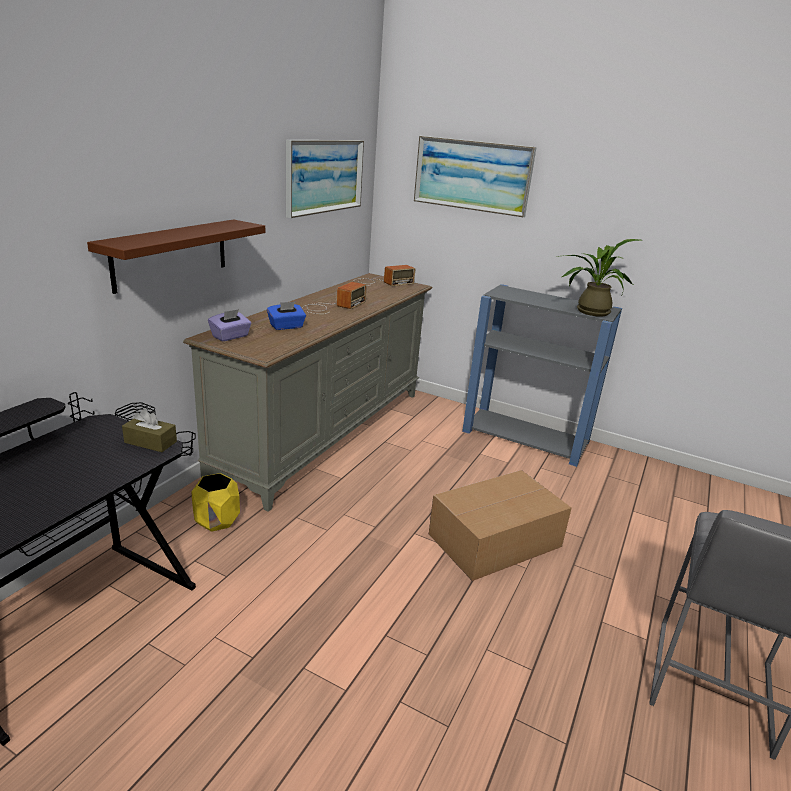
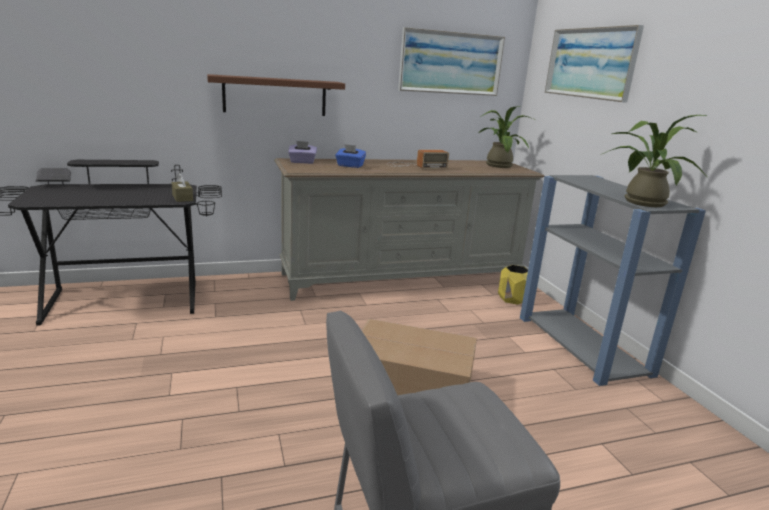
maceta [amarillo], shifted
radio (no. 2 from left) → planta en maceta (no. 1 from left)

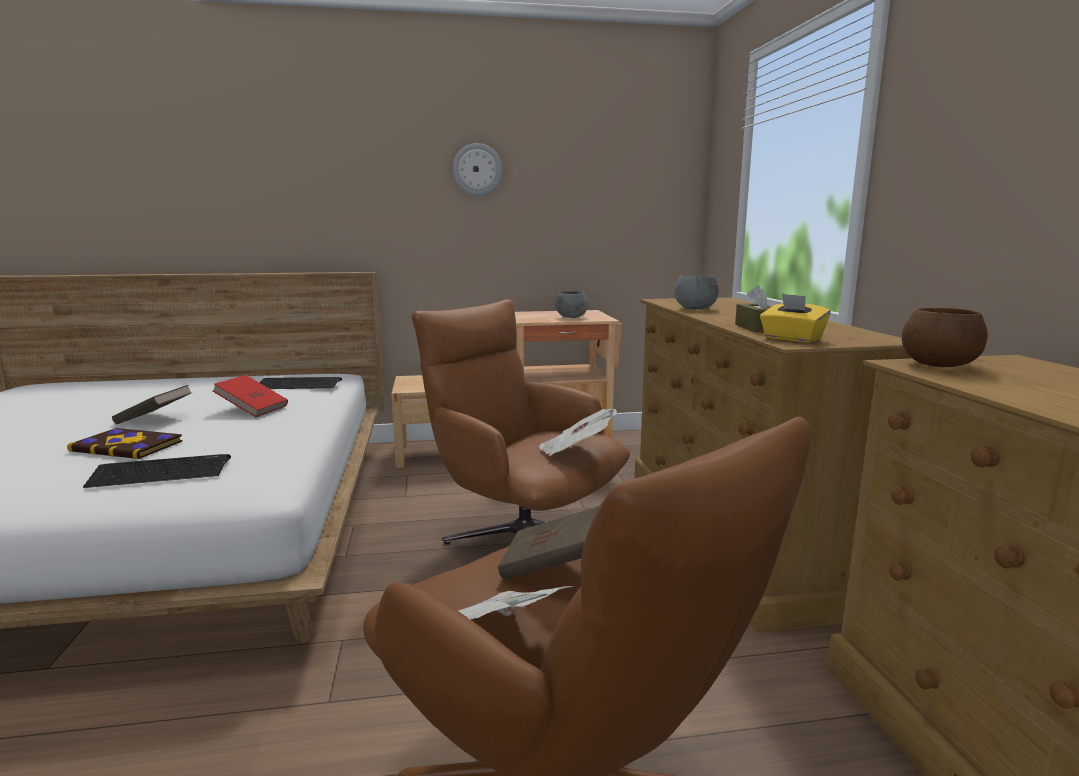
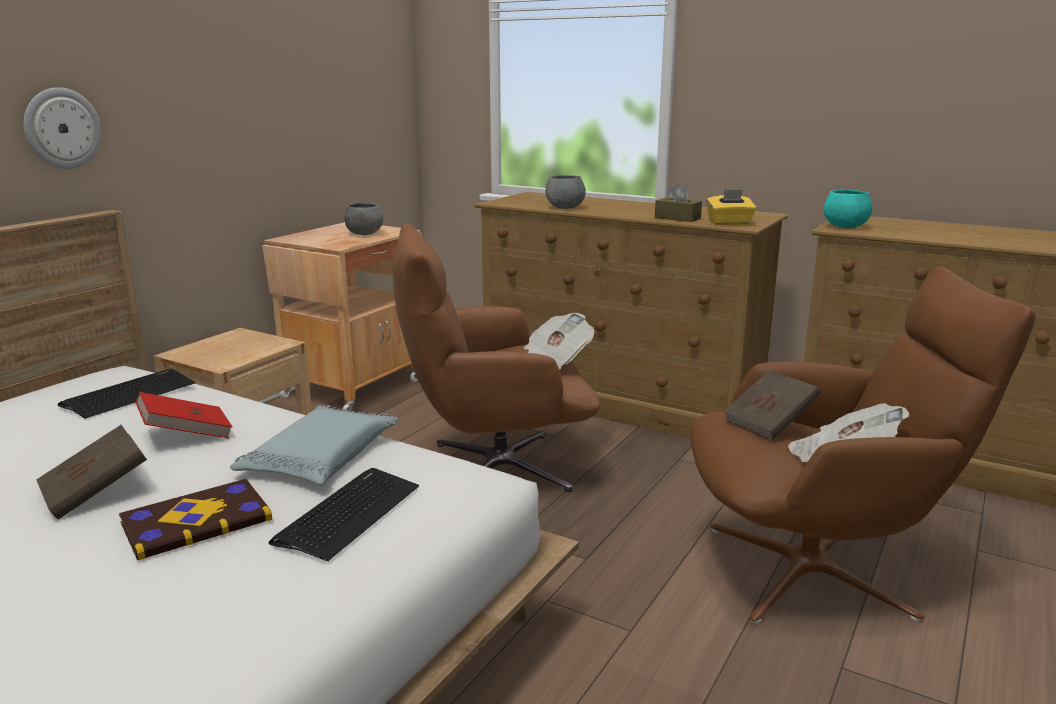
reloj de pared, shifted
cuenco [marrón] → cuenco [turquesa]
- → cojín [azul]

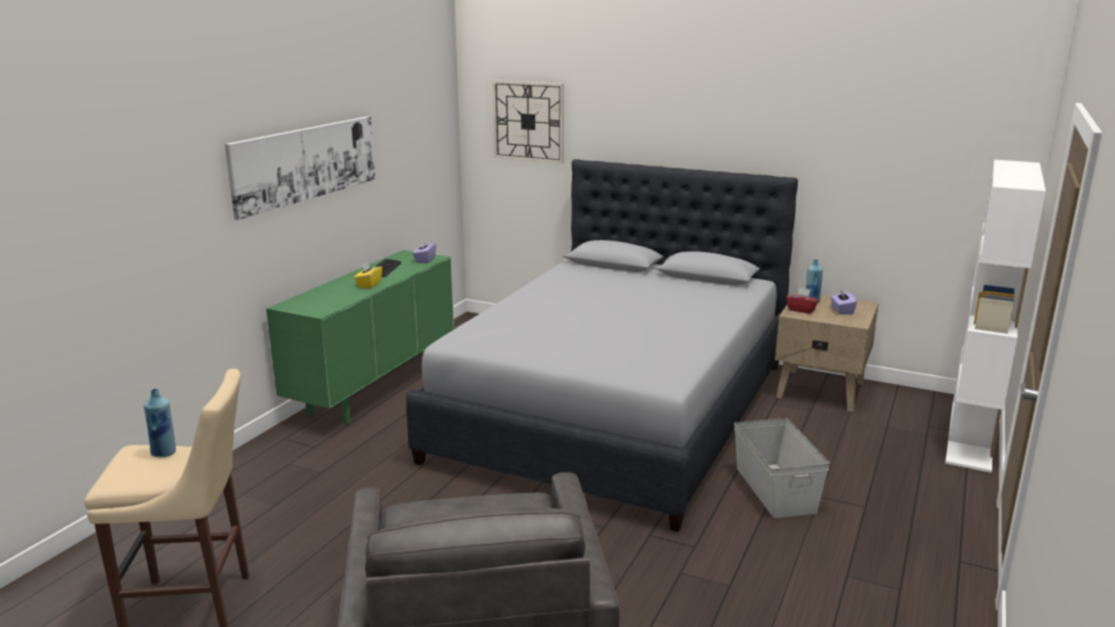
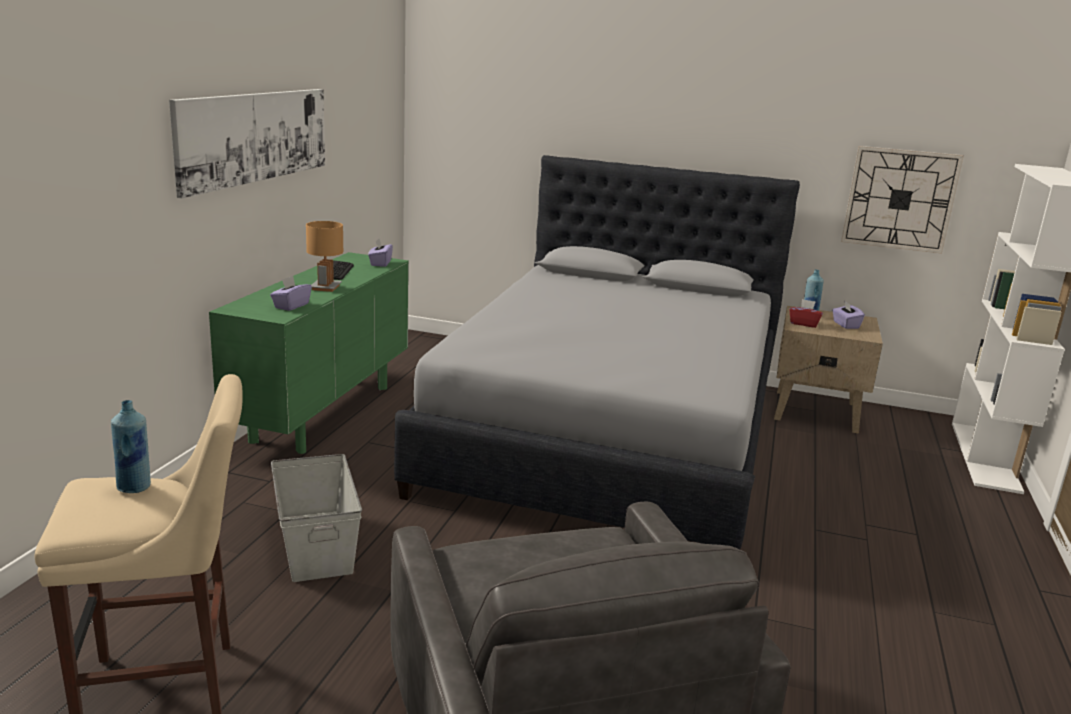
caja de pañuelos [amarillo] → lámpara de mesa [marrón]
reloj de pared, shifted
caja de almacenaje [gris], shifted
- → caja de pañuelos [morado] (no. 1 from left)

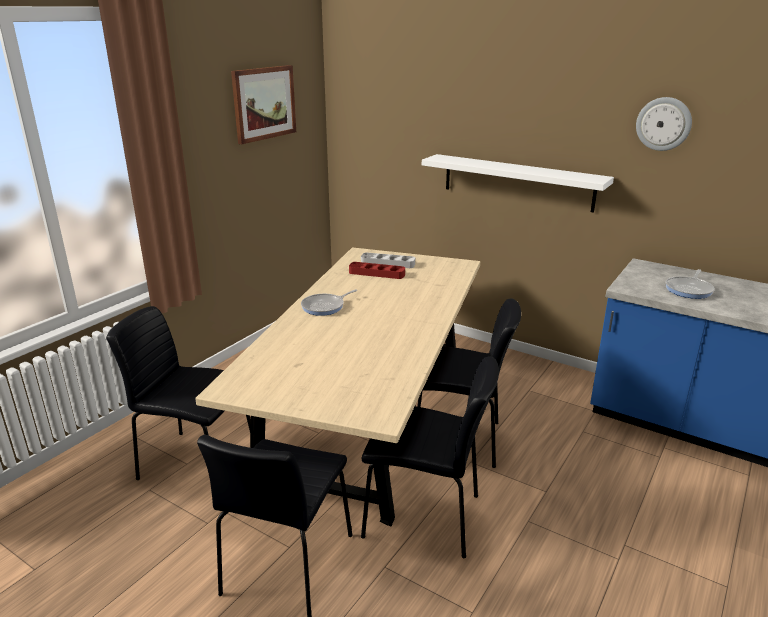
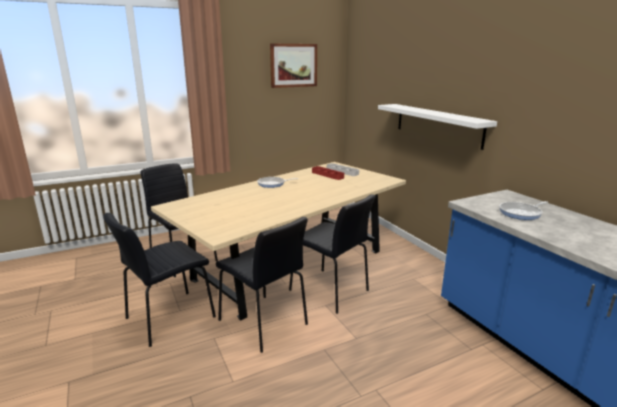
reloj de pared → -

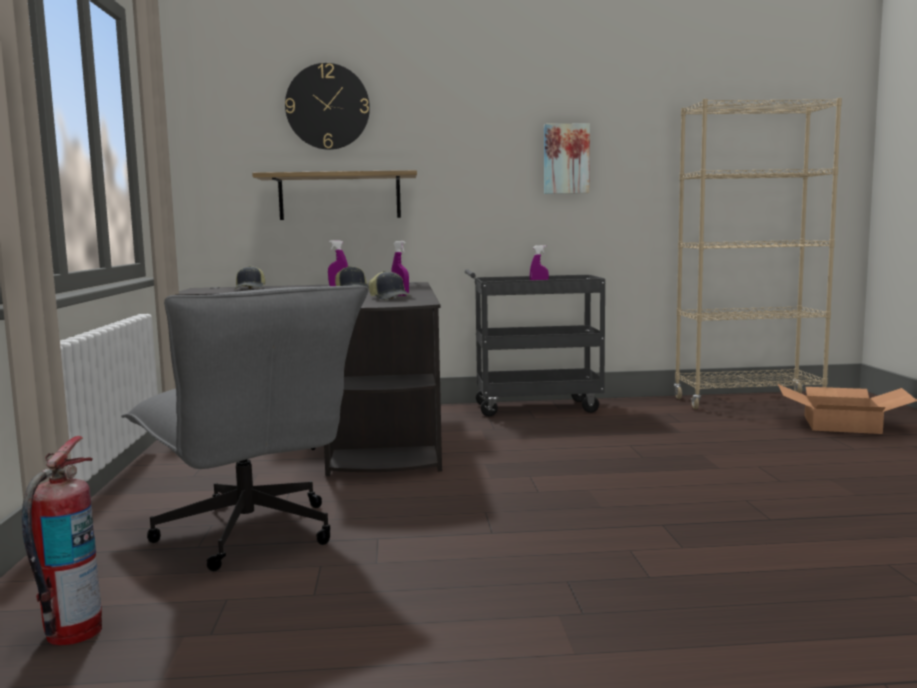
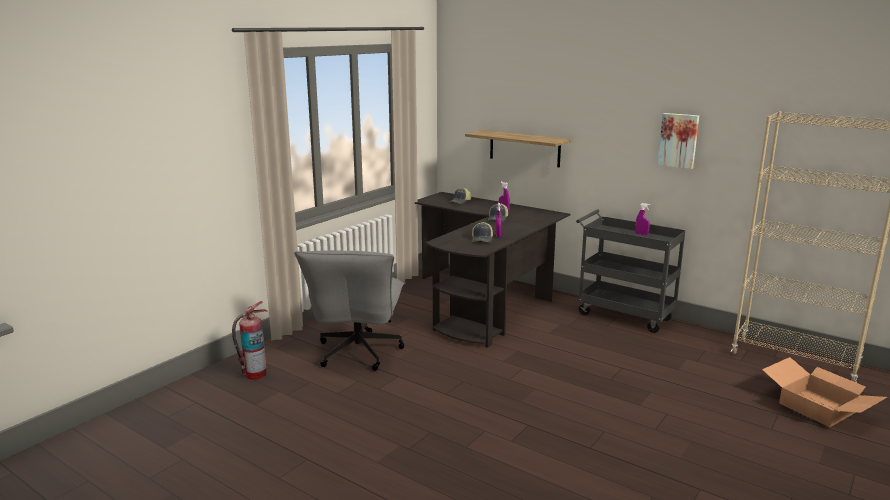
reloj de pared → -

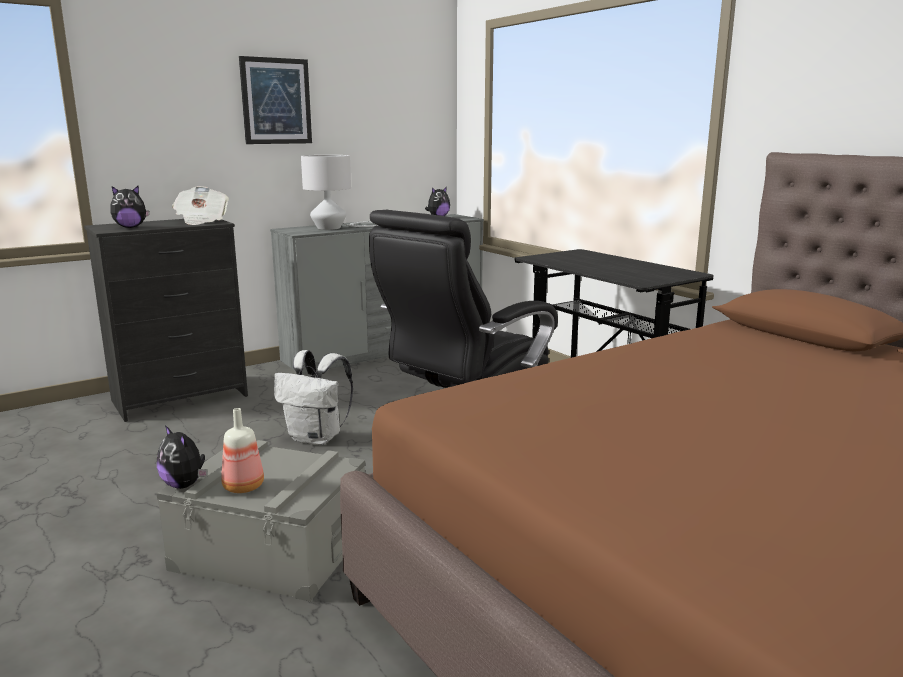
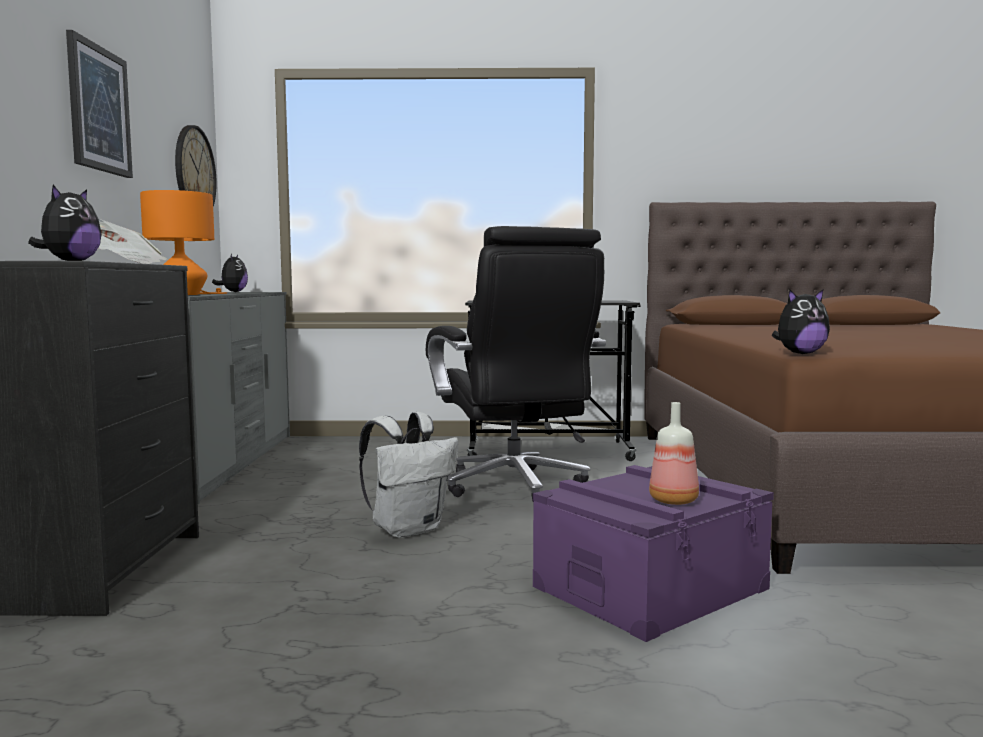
peluche (no. 2 from left in the first image) → peluche (no. 3 from left), shifted
caja de almacenaje [gris] → caja de almacenaje [morado]
lámpara de mesa [blanco] → lámpara de mesa [naranja]
- → reloj de pared

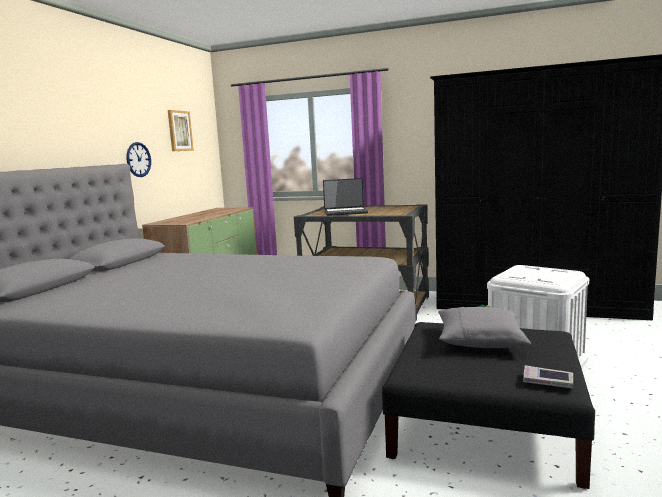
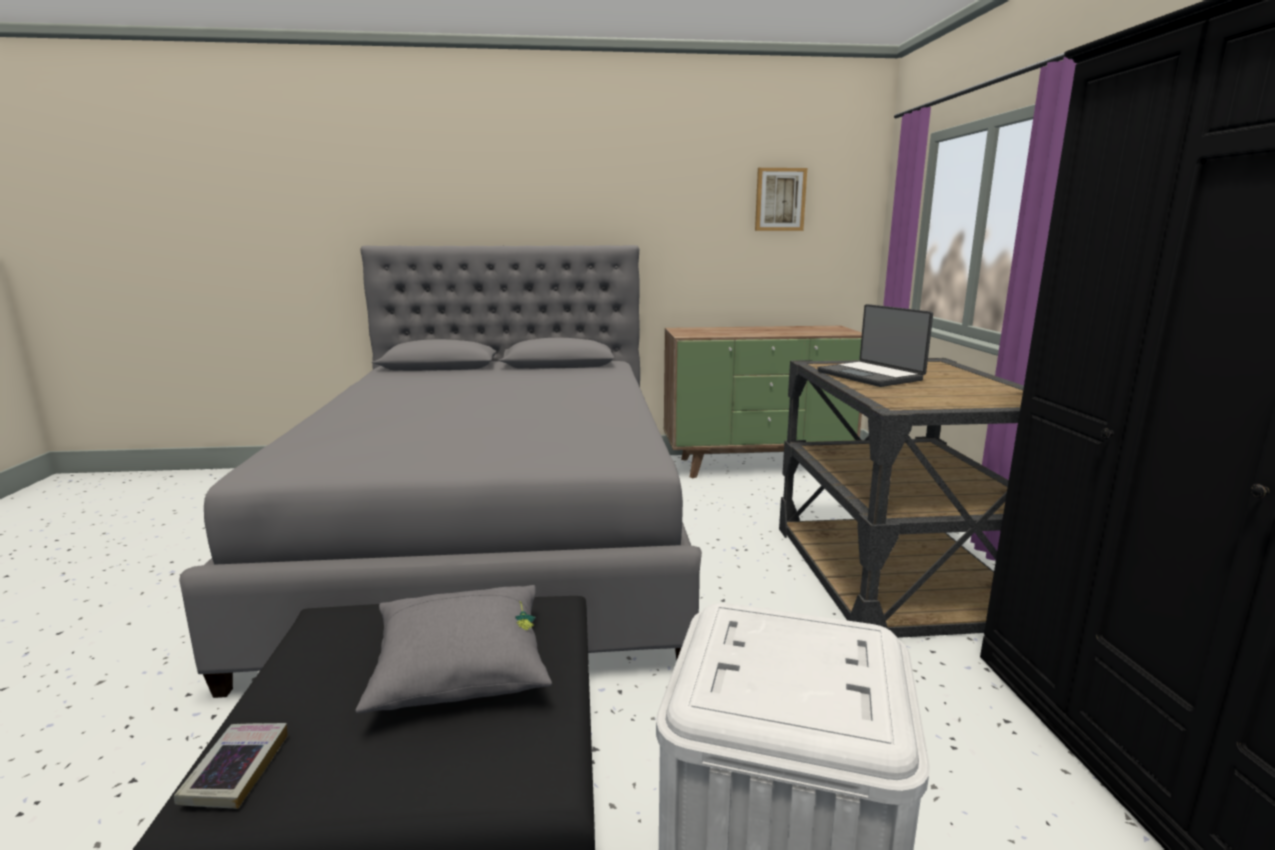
reloj de pared → -

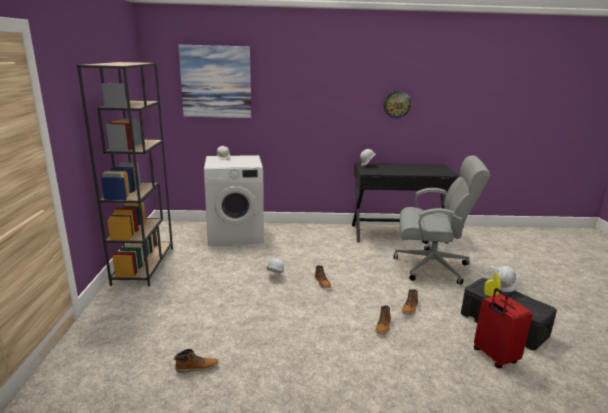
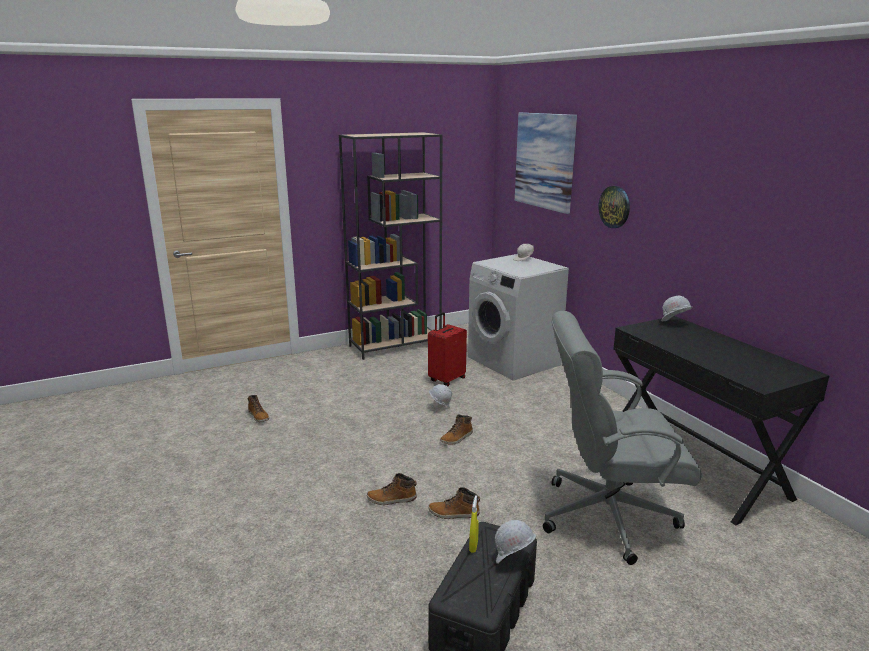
reloj de pared, shifted
silla de oficina [gris], 105 degrees clockwise
maleta [rojo], shifted

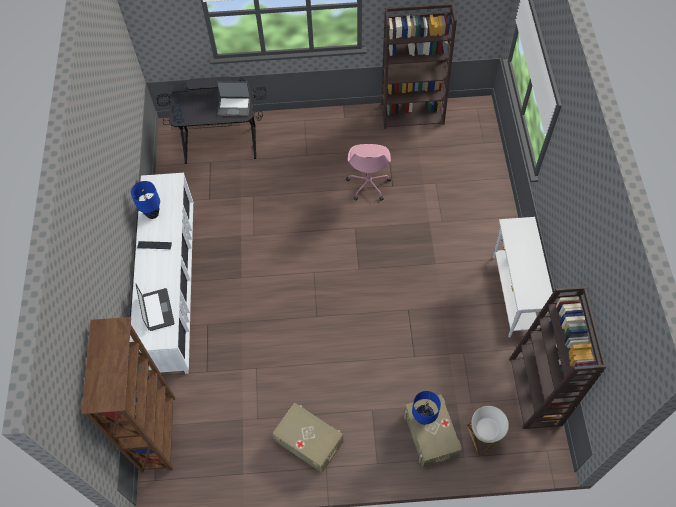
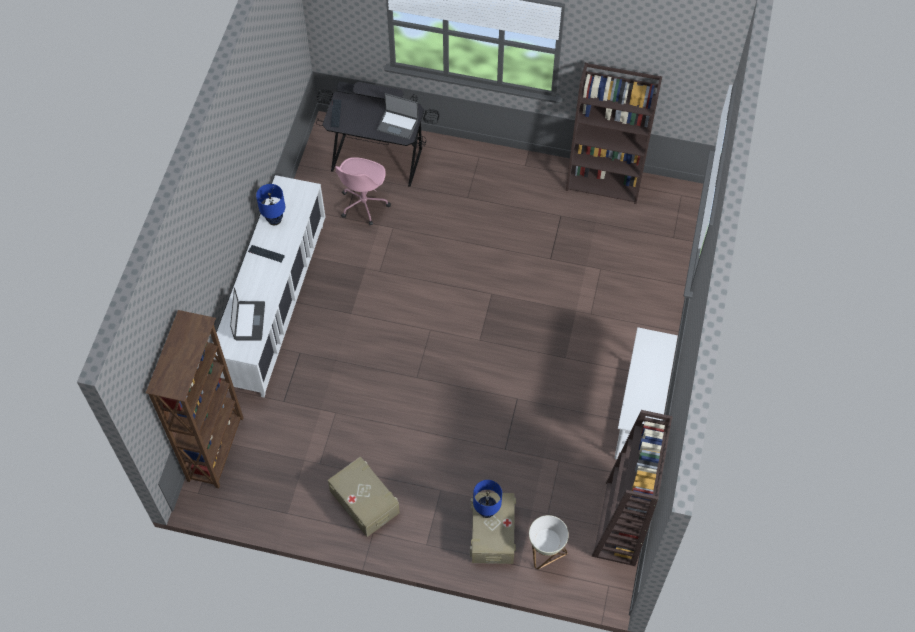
silla de oficina [rosa], shifted

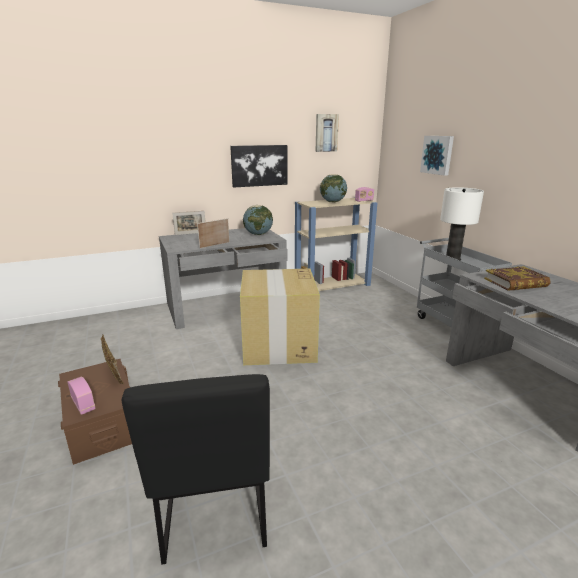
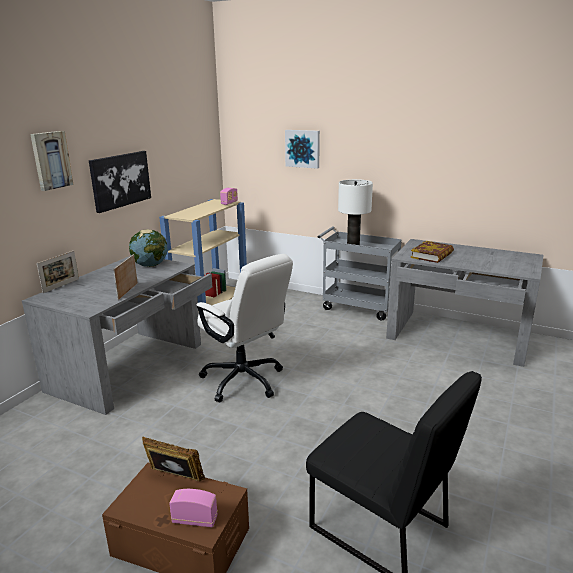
caja de cartón → silla de oficina [blanco]
cuadro (no. 2 from left in the first image) → cuadro (no. 1 from left), shifted
globo terráqueo (no. 2 from left) → -

